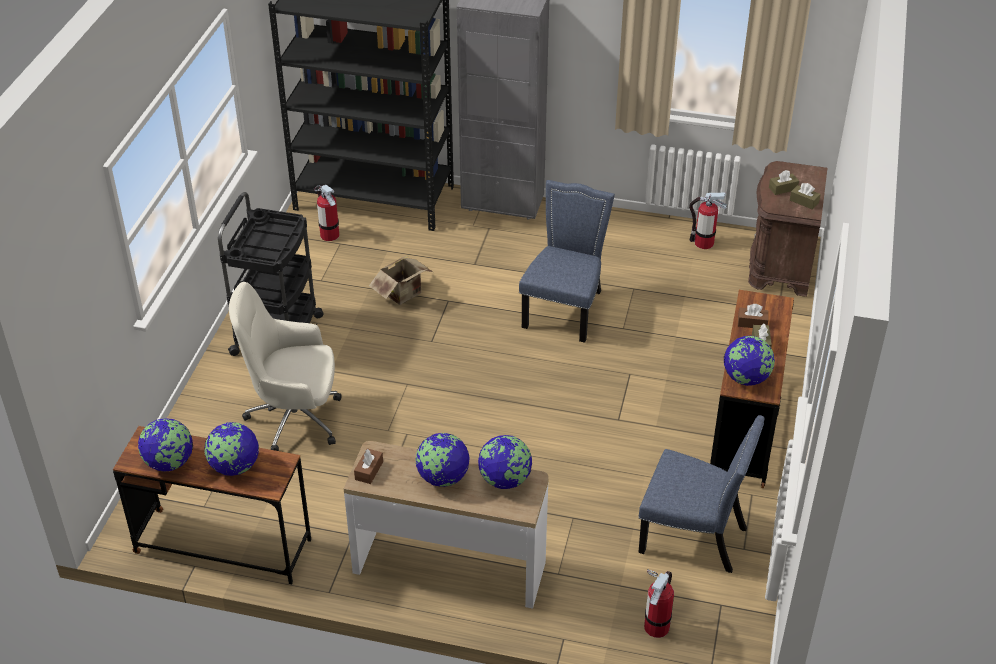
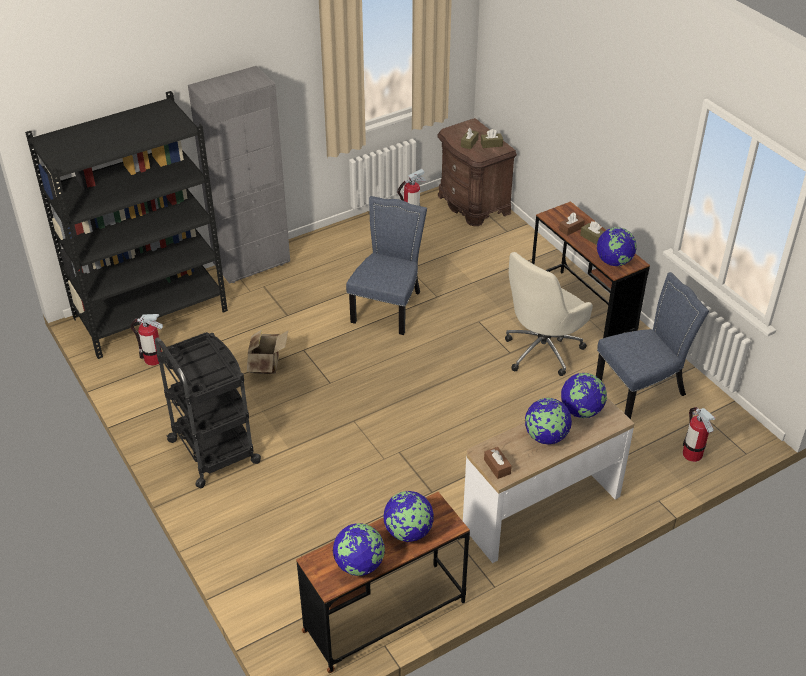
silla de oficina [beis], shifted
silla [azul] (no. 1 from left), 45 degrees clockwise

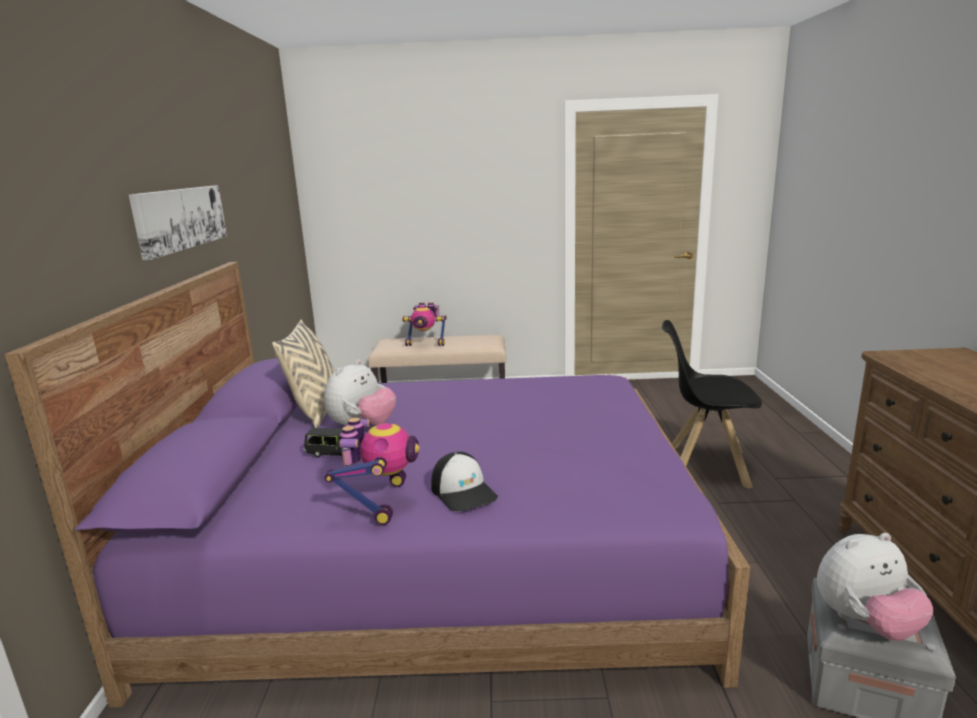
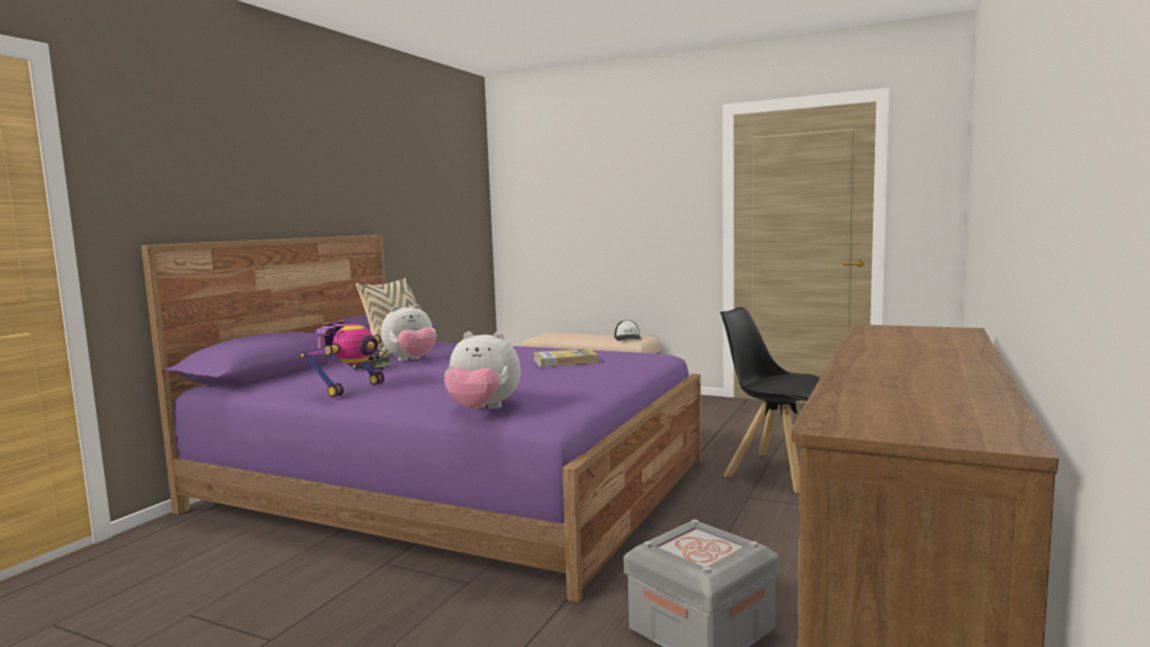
cuadro → -
robot de juguete (no. 2 from left) → -
gorra, shifted
peluche (no. 2 from left), shifted
- → libro

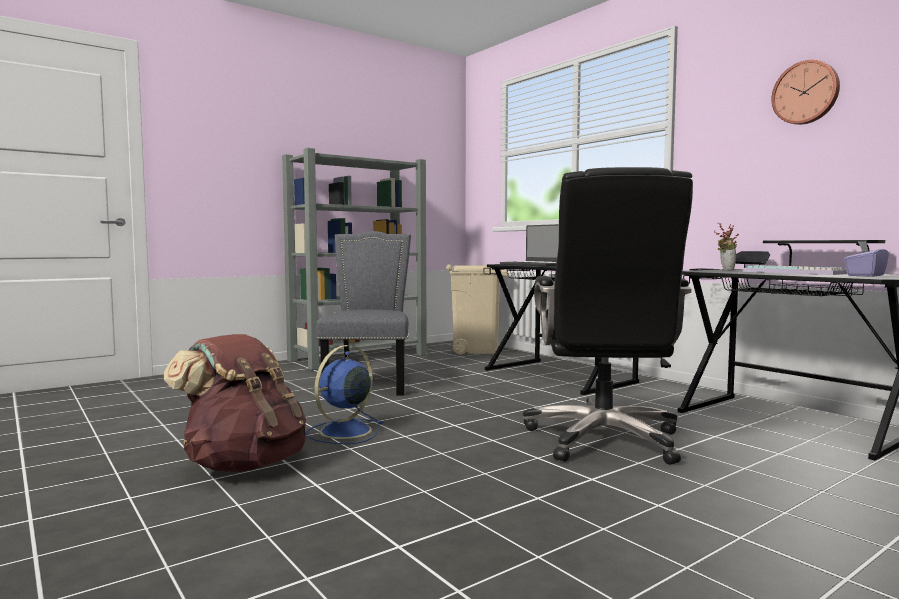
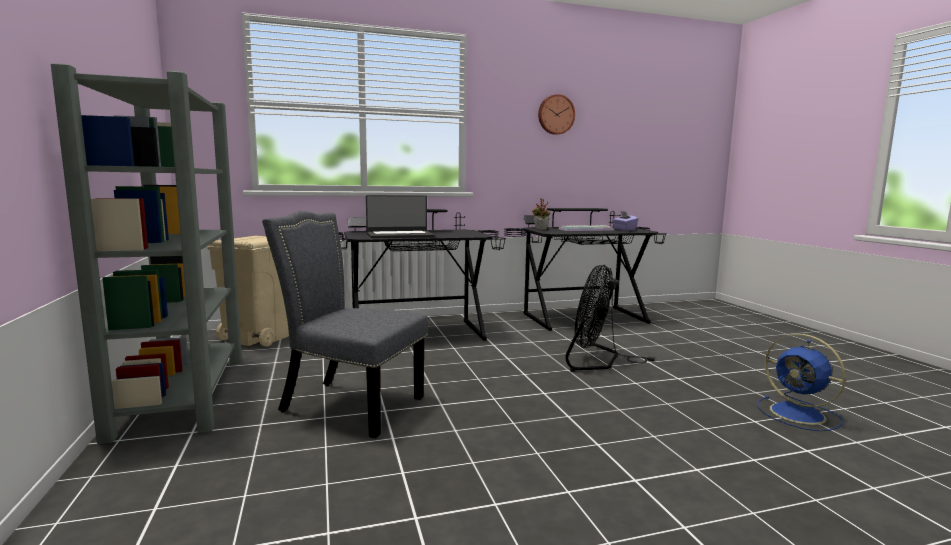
mochila [marrón] → -
ventilador [azul], shifted
silla de oficina [negro] → ventilador [negro]

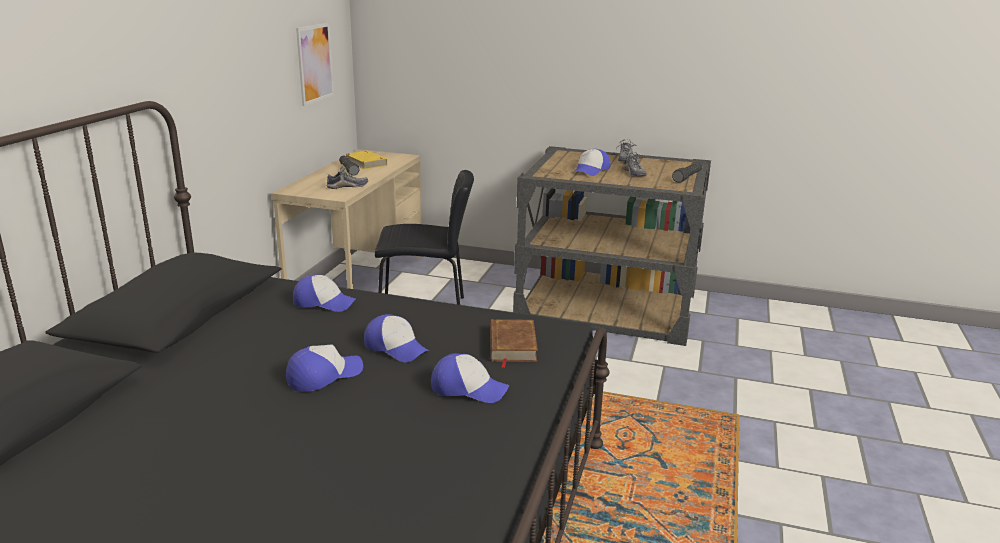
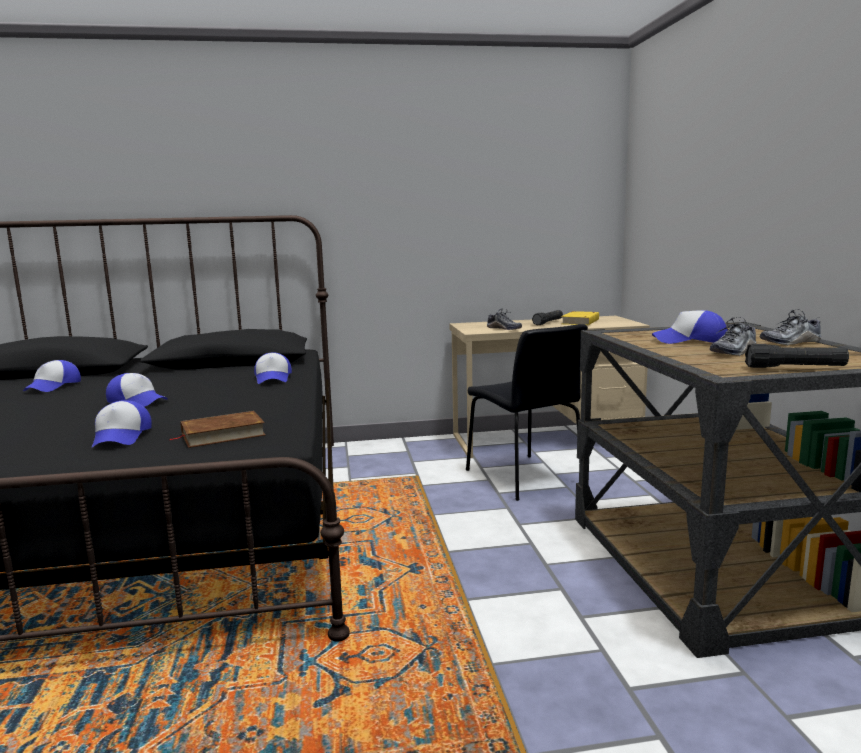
cuadro → -
gorra (no. 3 from left in the first image) → gorra (no. 1 from left), shifted

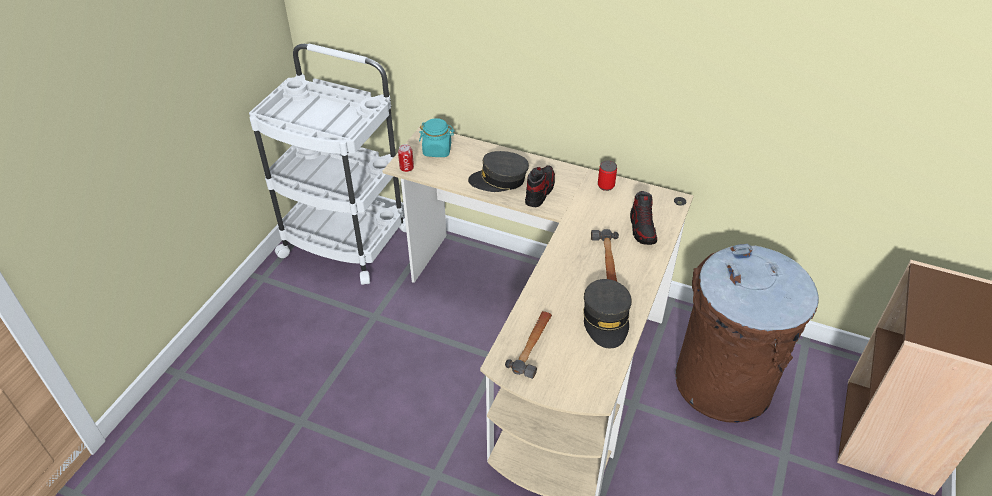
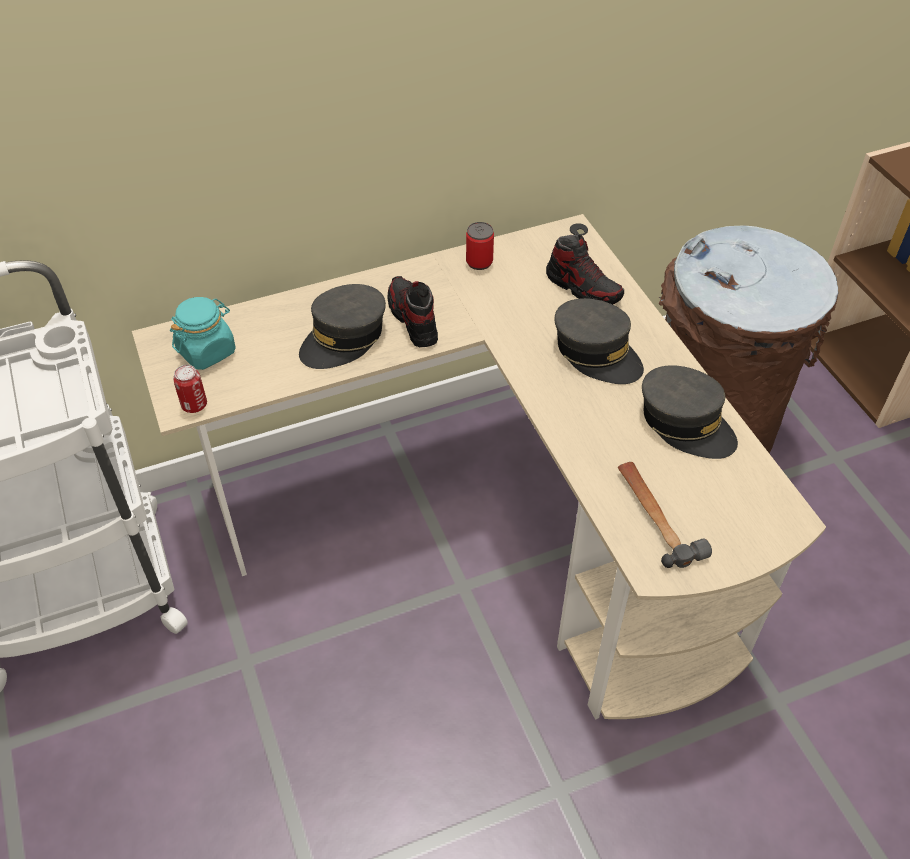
martillo (no. 2 from left) → gorra [gris] (no. 2 from left)

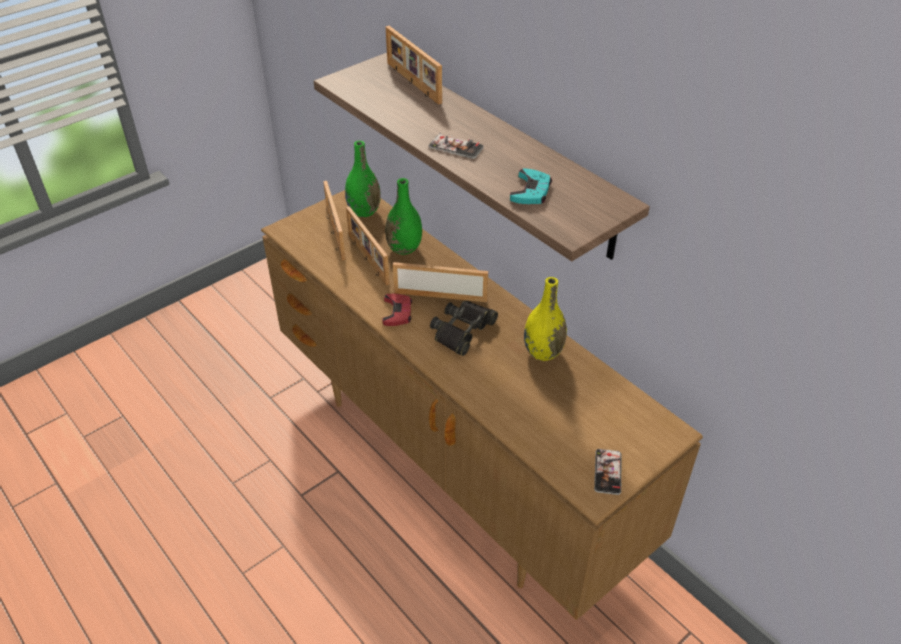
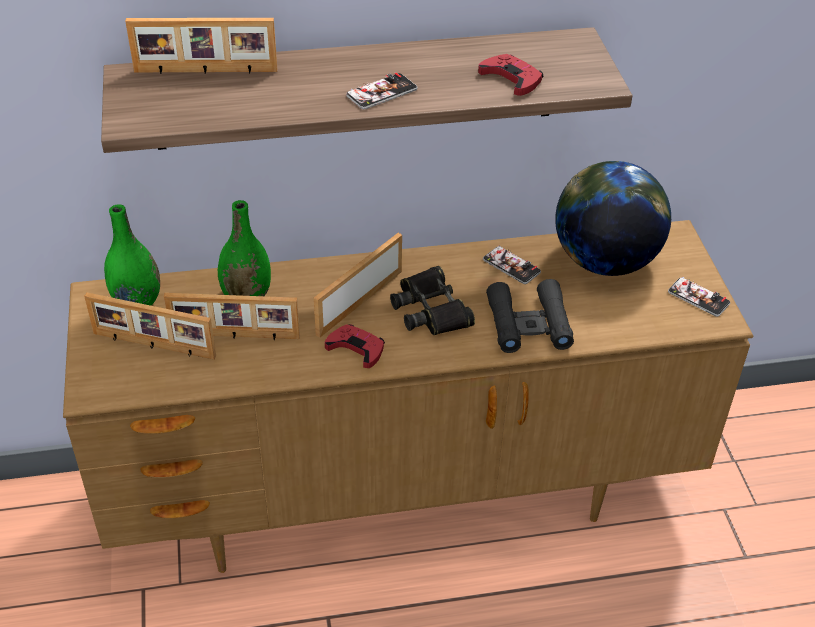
mando de consola [turquesa] → mando de consola [rojo] (no. 2 from left)
florero [amarillo] → móvil (no. 2 from left)
- → prismáticos [negro] (no. 2 from left)
- → globo terráqueo

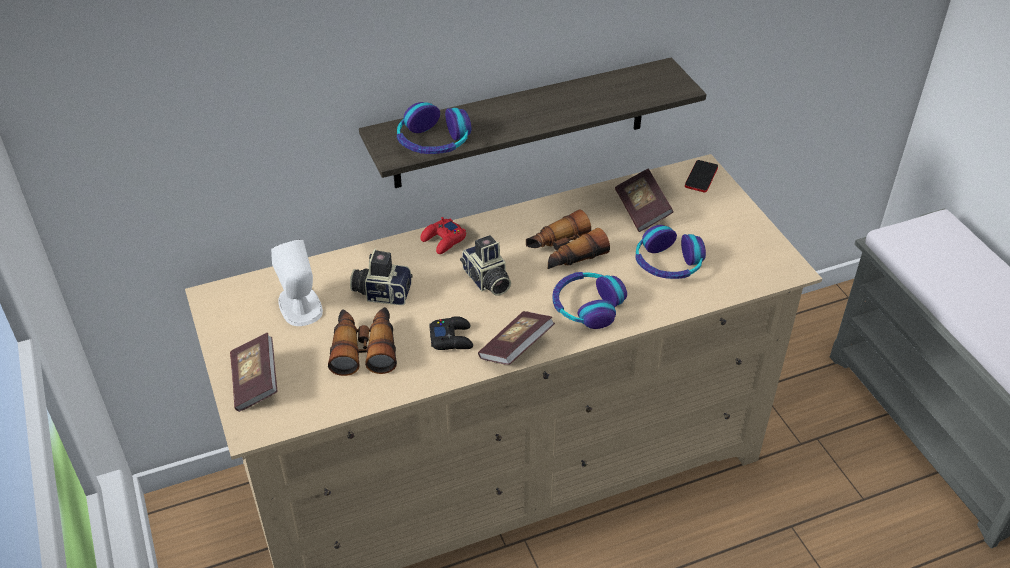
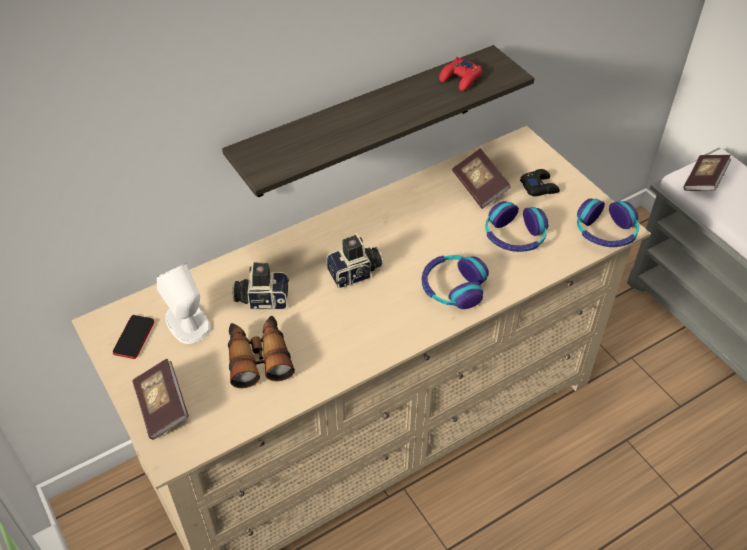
auriculares (no. 1 from left in the first image) → auriculares (no. 3 from left), shifted
mando de consola [rojo], shifted
mando de consola [negro], shifted
cámara (no. 2 from left), 75 degrees counterclockwise
libro (no. 2 from left in the first image) → libro (no. 3 from left), shifted
prismáticos (no. 2 from left) → -
móvil, shifted

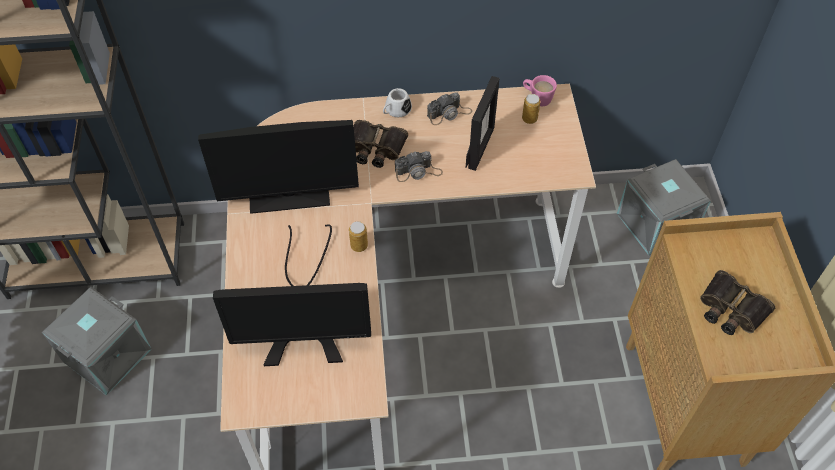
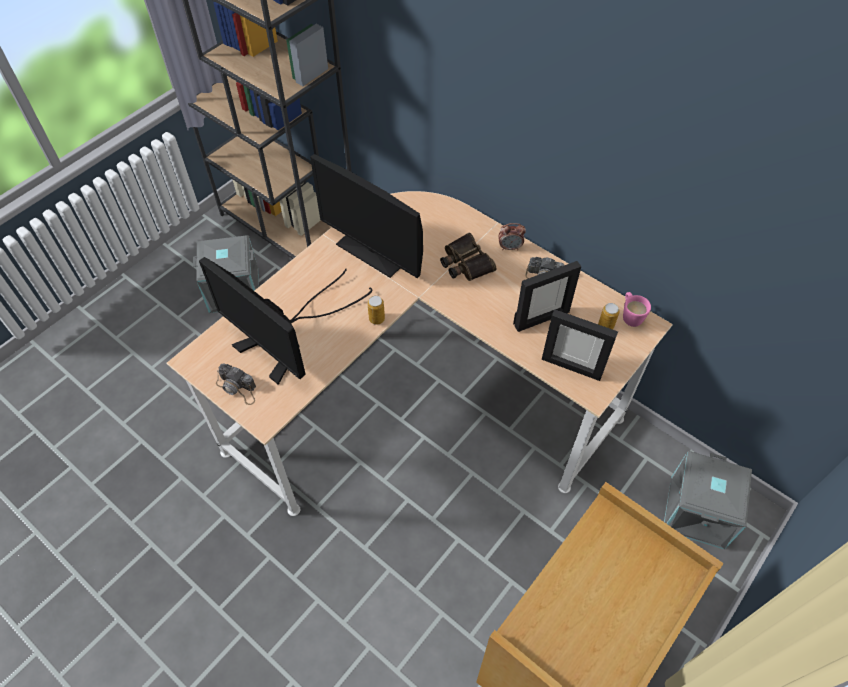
taza grande [blanco] → despertador
cámara (no. 1 from left), shifted
prismáticos (no. 2 from left) → -
- → portarretratos (no. 2 from left)

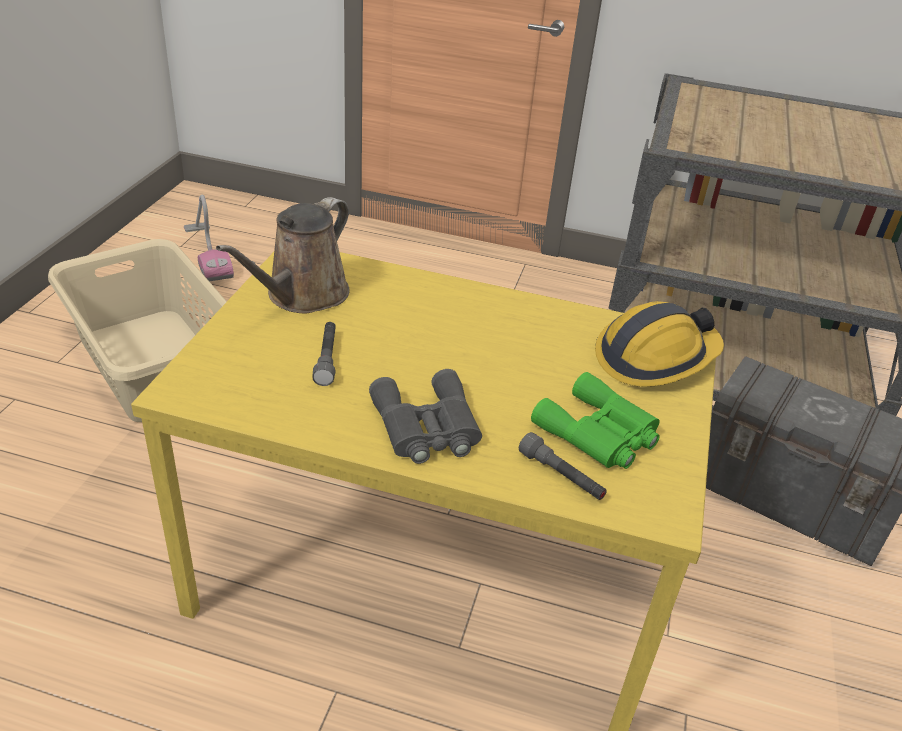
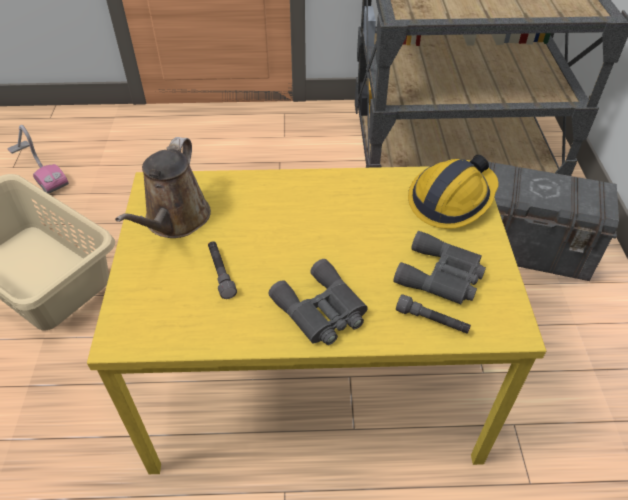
prismáticos [verde] → prismáticos [gris] (no. 2 from left)

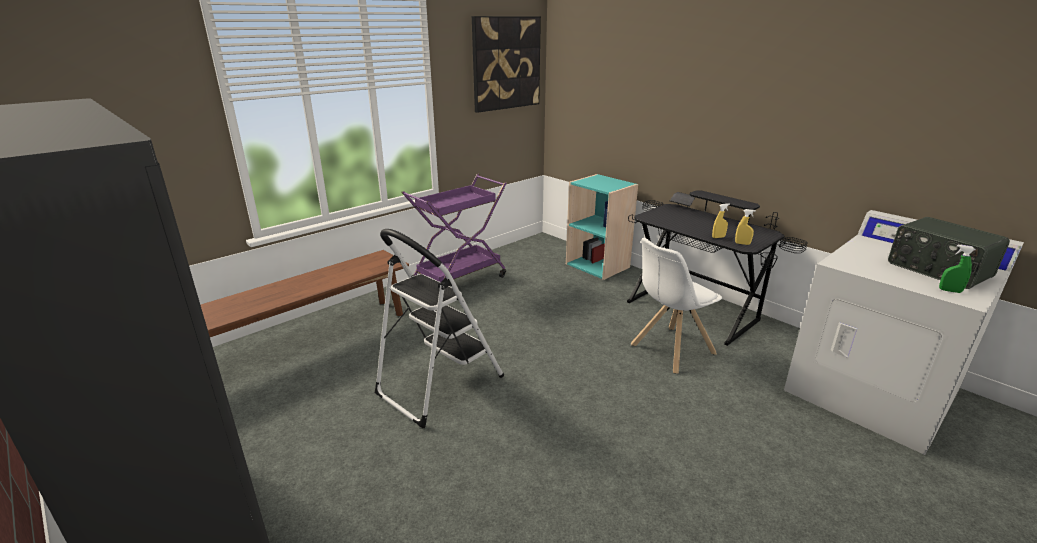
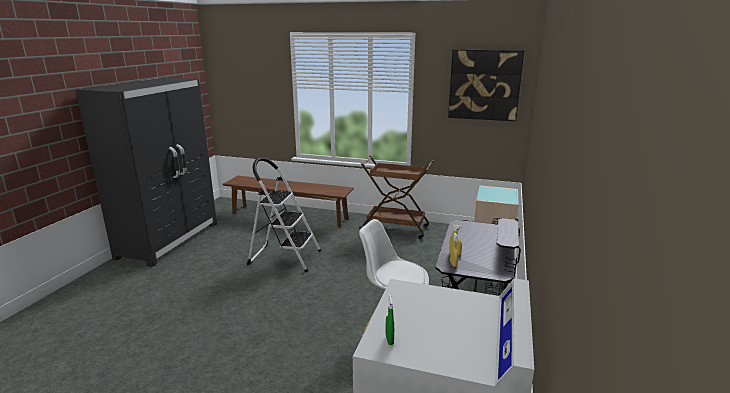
carrito [morado] → carrito [marrón]
radio → -

